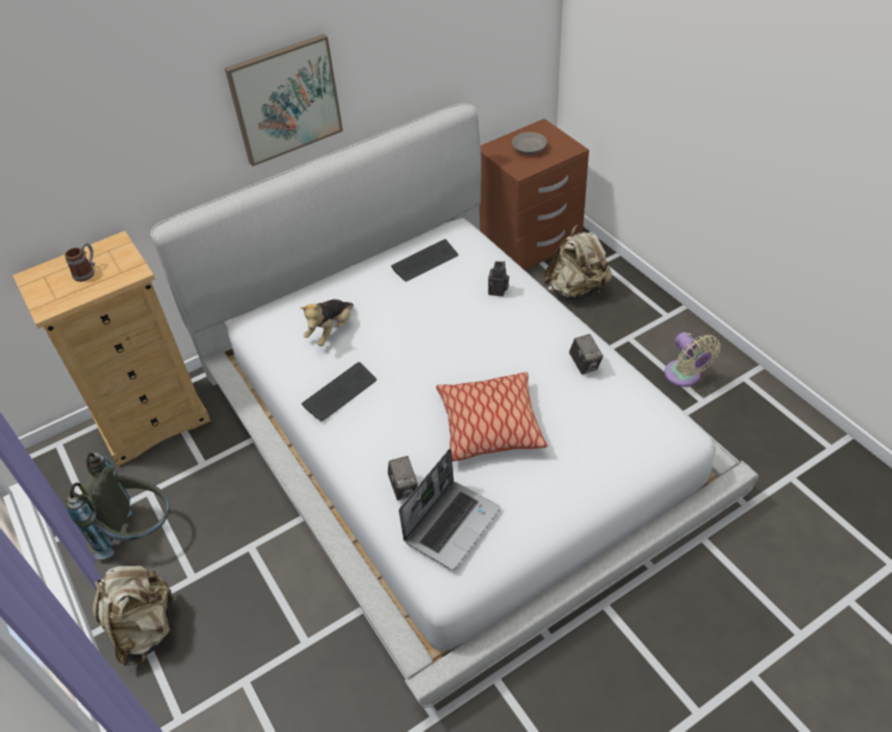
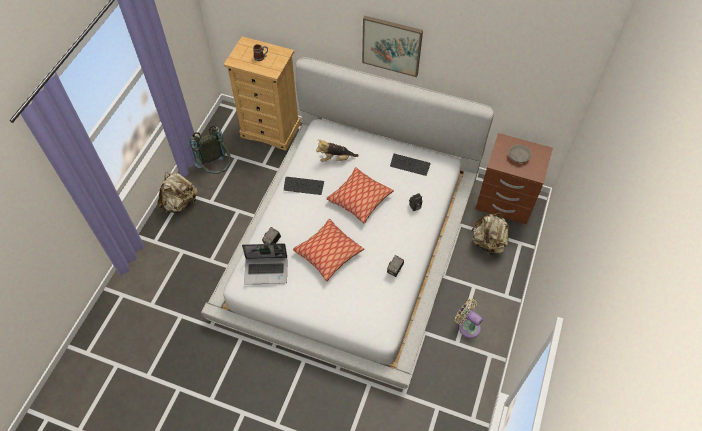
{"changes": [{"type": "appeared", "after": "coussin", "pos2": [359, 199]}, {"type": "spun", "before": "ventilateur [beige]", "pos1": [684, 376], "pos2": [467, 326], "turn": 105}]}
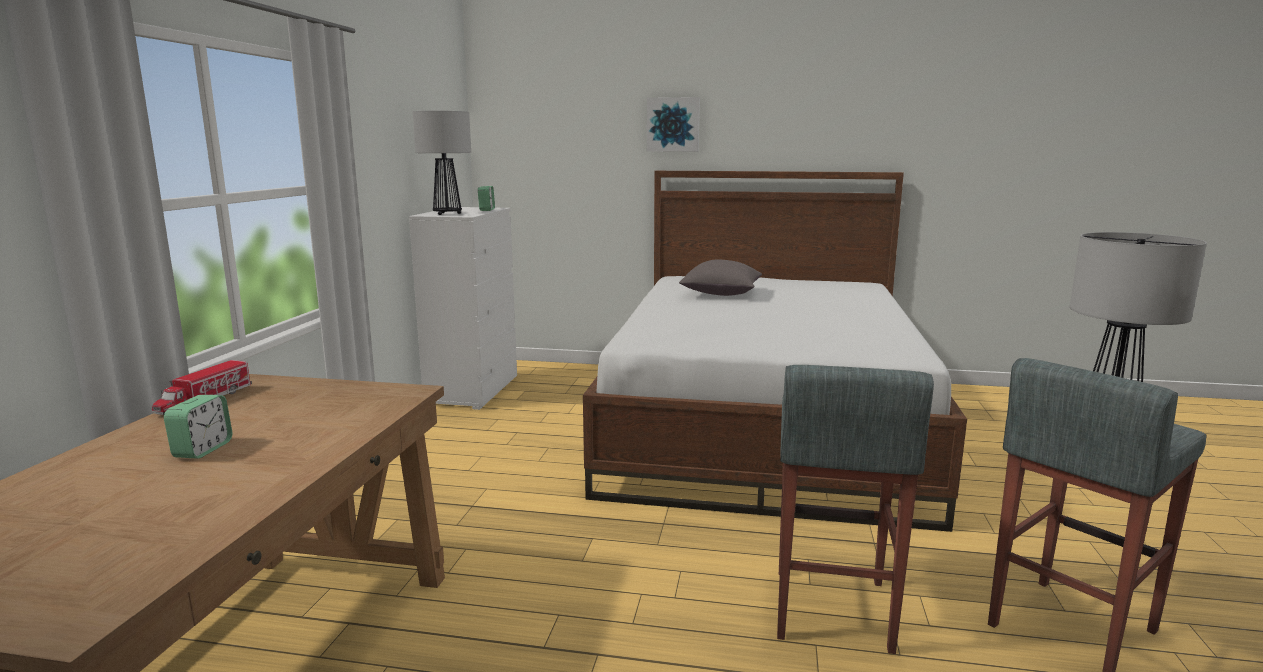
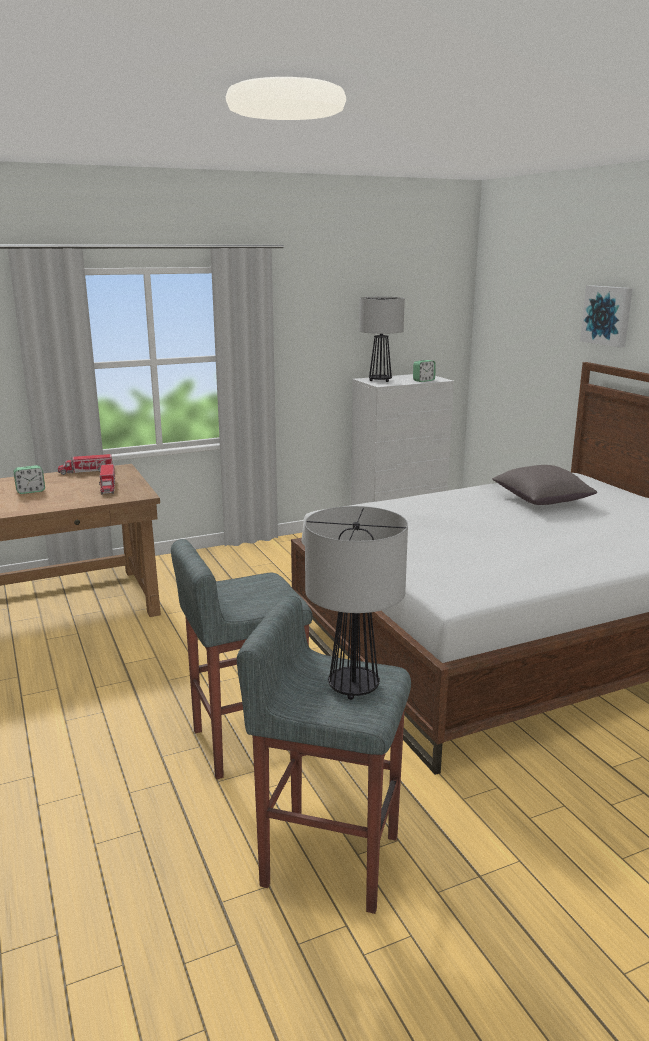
{"changes": [{"type": "appeared", "after": "camion jouet", "pos2": [108, 487]}]}
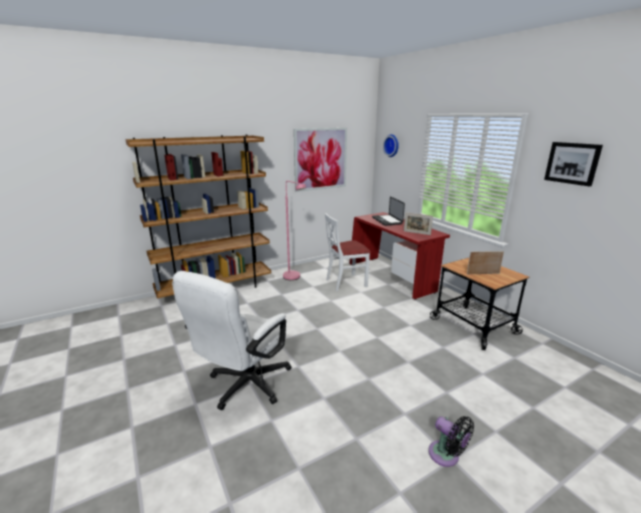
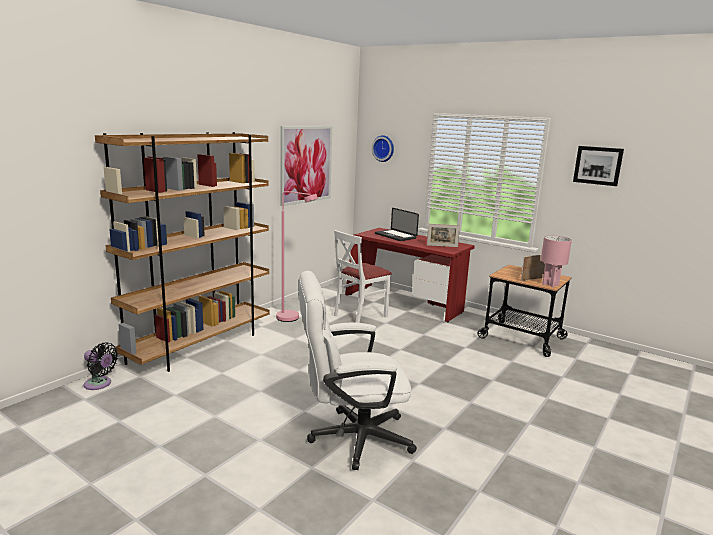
{"changes": [{"type": "relocated", "before": "ventilateur [noir]", "pos1": [446, 456], "pos2": [99, 384]}, {"type": "spun", "before": "chaise de bureau [blanc]", "pos1": [244, 386], "pos2": [351, 438], "turn": 75}, {"type": "appeared", "after": "lampe de table [rose]", "pos2": [550, 285]}]}
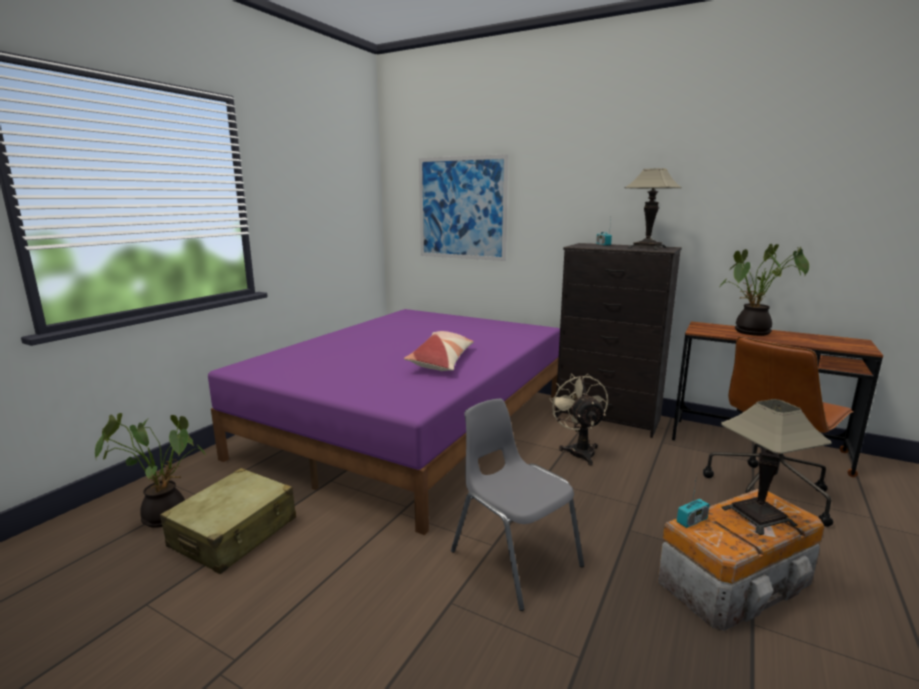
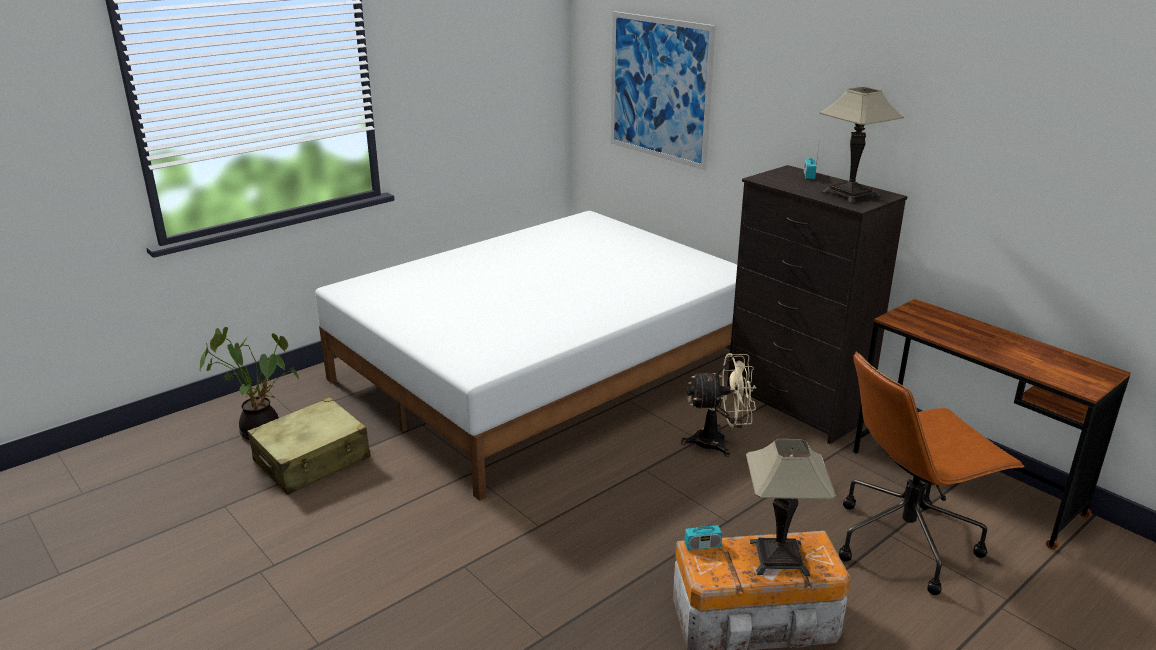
{"changes": [{"type": "colour", "before": "lit [violet]", "after": "lit [blanc]", "pos1": [412, 424], "pos2": [545, 372]}, {"type": "spun", "before": "ventilateur [beige]", "pos1": [579, 450], "pos2": [718, 442], "turn": 75}, {"type": "missing", "before": "coussin", "pos1": [442, 361]}, {"type": "missing", "before": "chaise [gris]", "pos1": [514, 558]}, {"type": "missing", "before": "plante en pot", "pos1": [751, 333]}]}
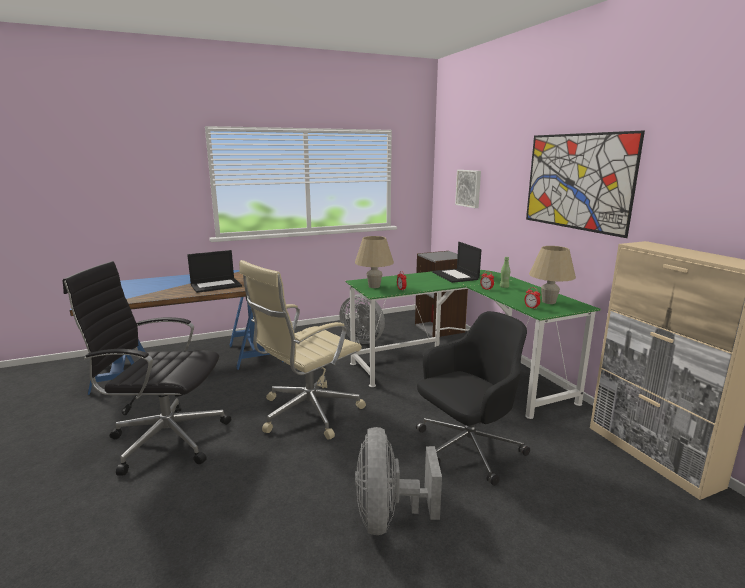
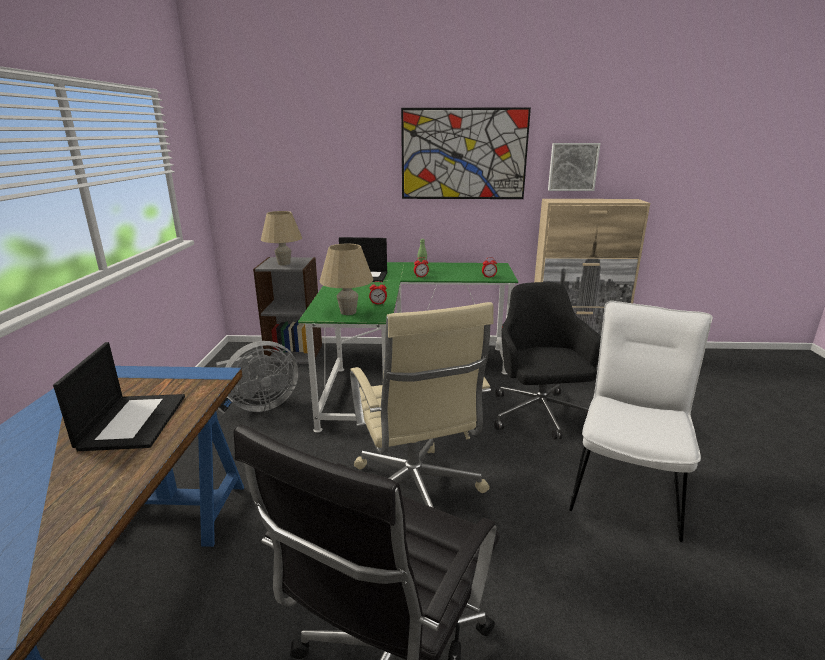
{"changes": [{"type": "relocated", "before": "lampe de table [beige]", "pos1": [548, 302], "pos2": [284, 264]}, {"type": "relocated", "before": "tableau", "pos1": [469, 188], "pos2": [572, 167]}, {"type": "exchanged", "before": "ventilateur [gris]", "after": "chaise [blanc]", "pos1": [388, 517], "pos2": [626, 485]}]}
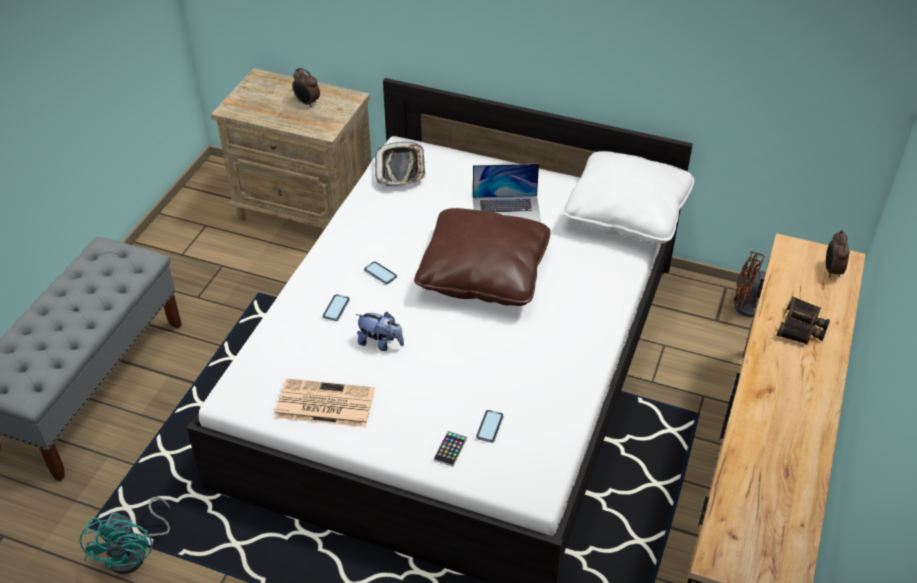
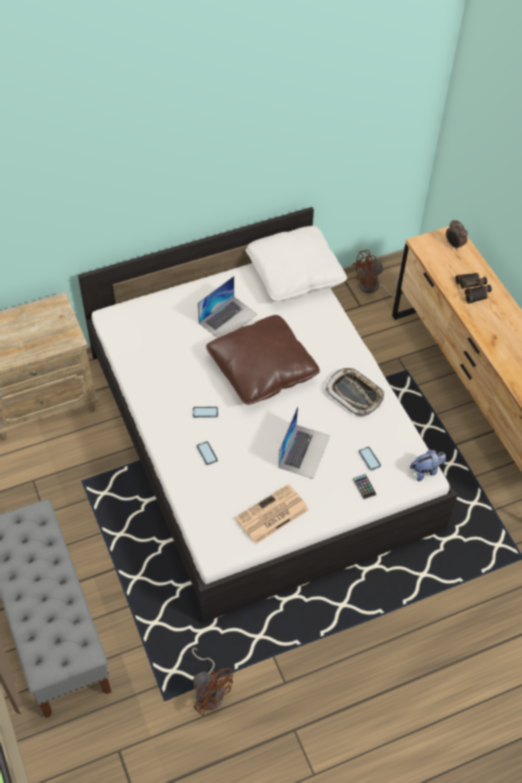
{"changes": [{"type": "colour", "before": "ventilateur [turquoise]", "after": "ventilateur [marron]", "pos1": [135, 553], "pos2": [209, 690]}, {"type": "appeared", "after": "ordinateur portable", "pos2": [304, 451]}, {"type": "relocated", "before": "plateau", "pos1": [401, 169], "pos2": [354, 394]}, {"type": "relocated", "before": "peluche", "pos1": [380, 343], "pos2": [426, 471]}, {"type": "missing", "before": "réveil", "pos1": [307, 103]}]}
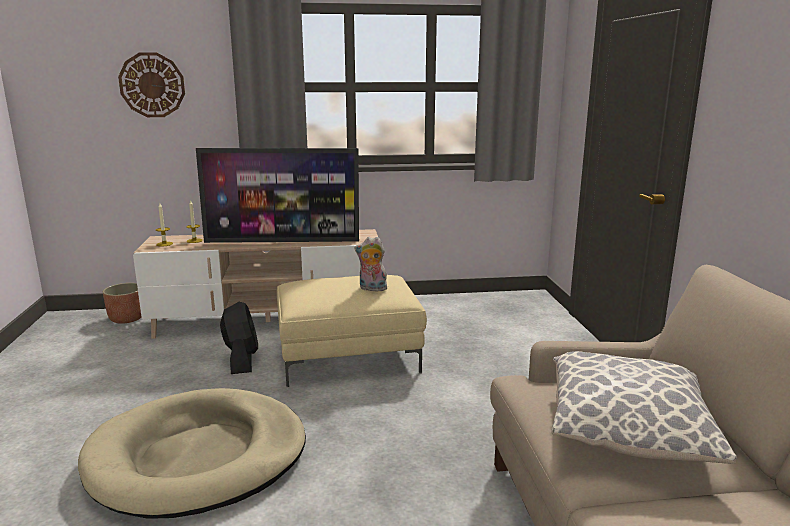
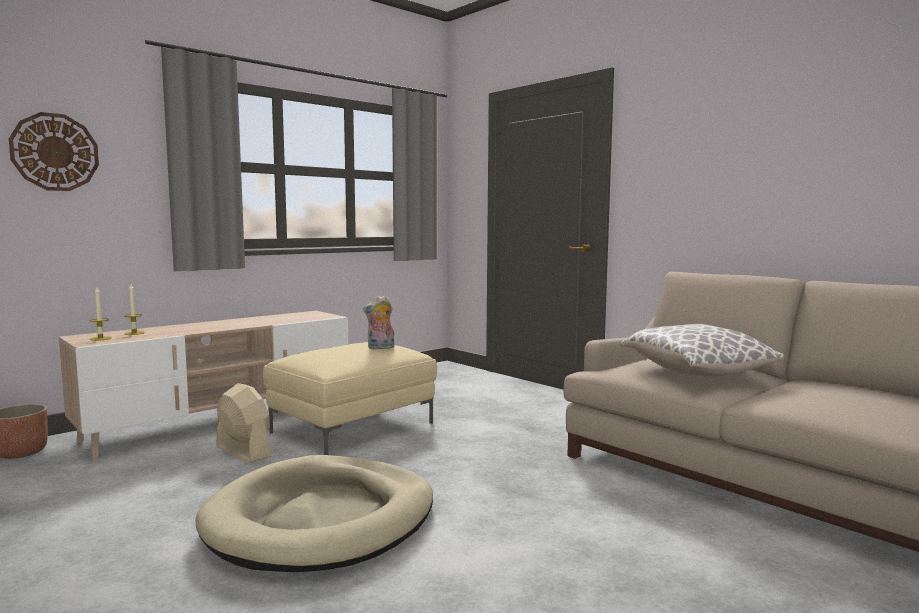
{"changes": [{"type": "colour", "before": "ventilateur [noir]", "after": "ventilateur [beige]", "pos1": [241, 360], "pos2": [243, 451]}, {"type": "missing", "before": "téléviseur", "pos1": [283, 241]}]}
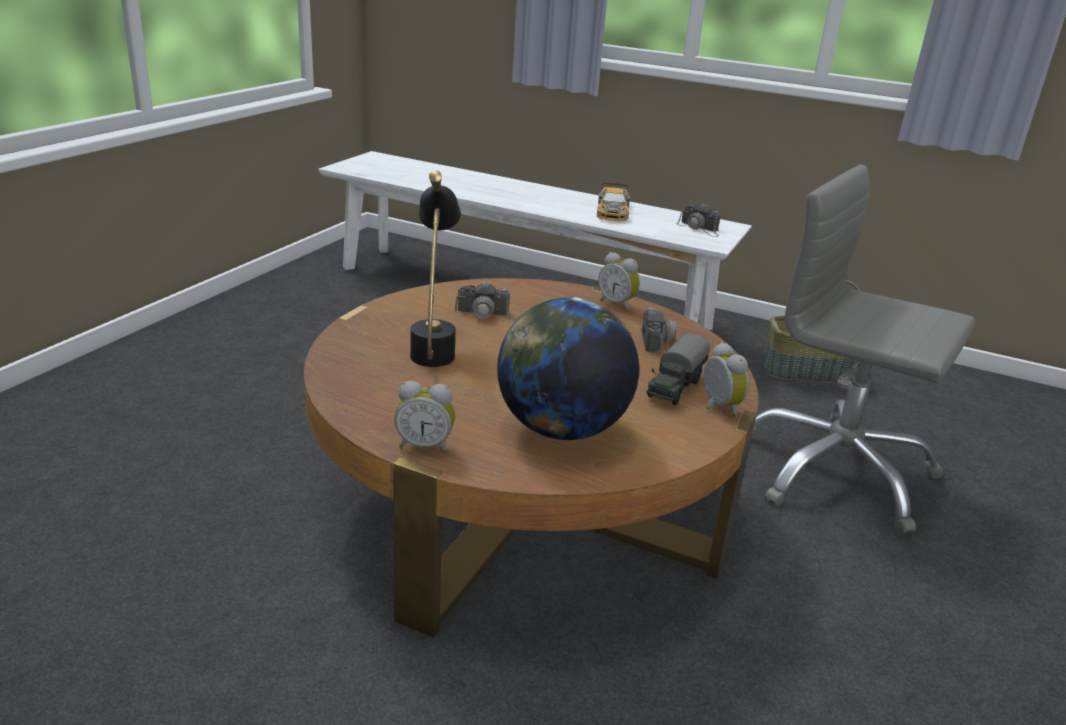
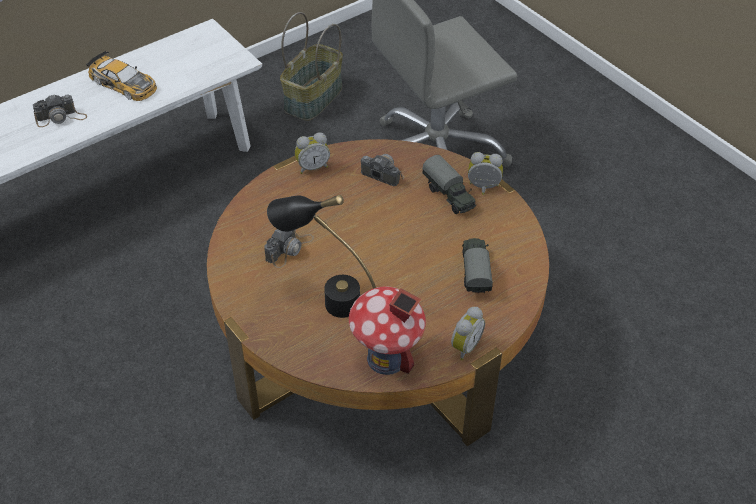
{"changes": [{"type": "relocated", "before": "appareil photo", "pos1": [699, 228], "pos2": [61, 117]}, {"type": "appeared", "after": "maison miniature", "pos2": [386, 358]}, {"type": "exchanged", "before": "globe", "after": "camion jouet", "pos1": [561, 430], "pos2": [475, 273]}]}
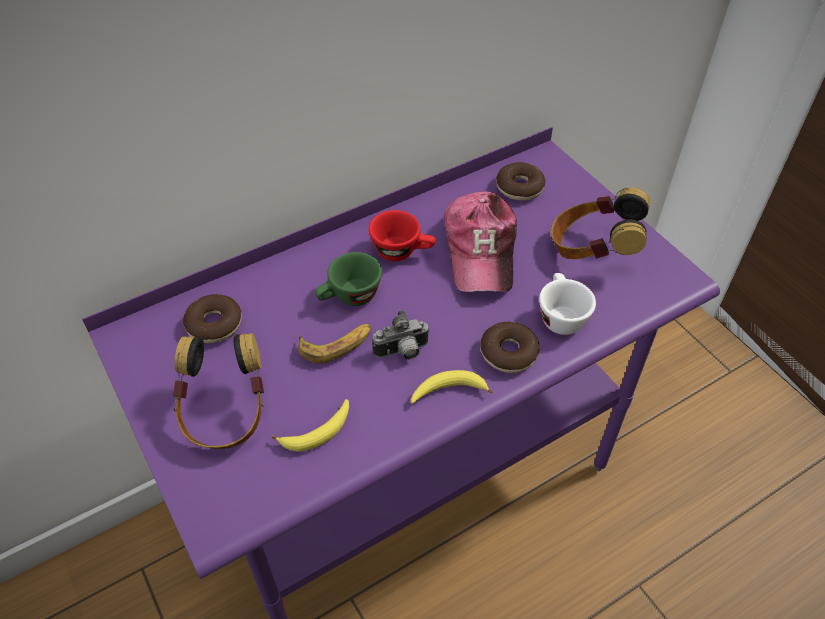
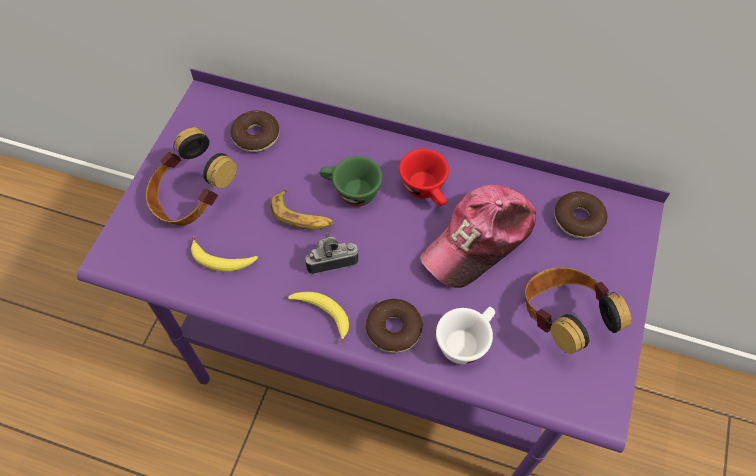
{"changes": [{"type": "spun", "before": "appareil photo", "pos1": [402, 352], "pos2": [331, 260], "turn": 135}]}
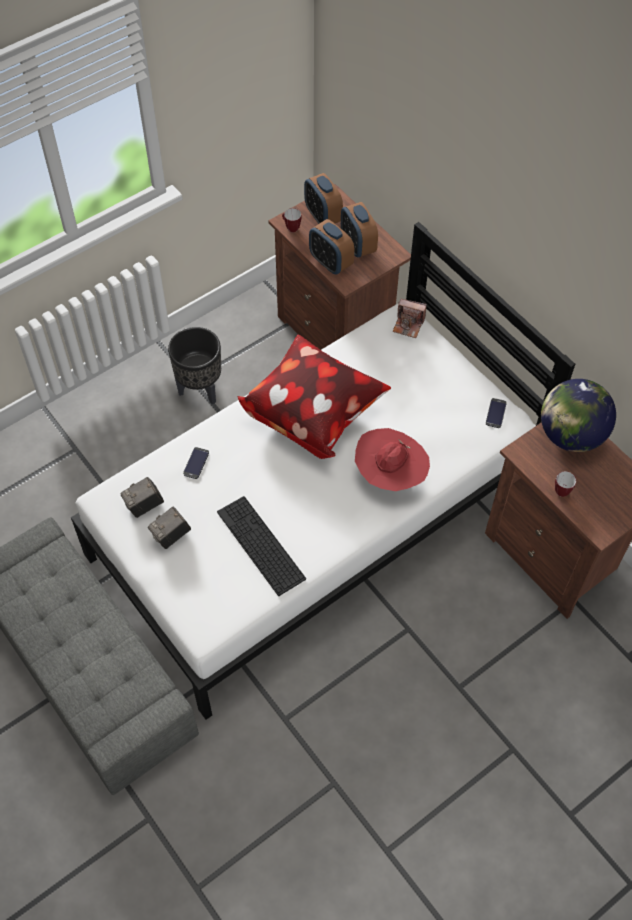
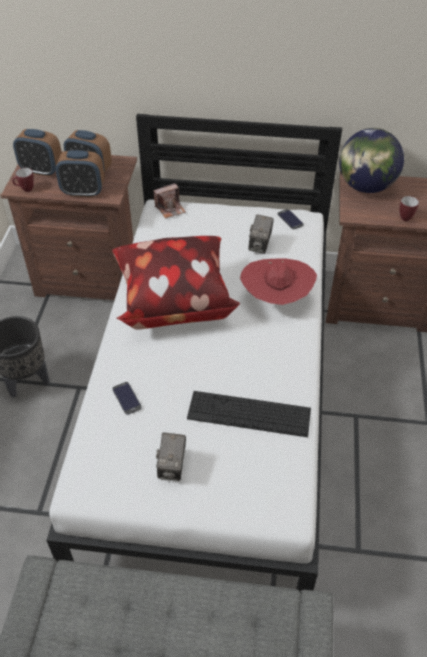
{"changes": [{"type": "relocated", "before": "appareil photo", "pos1": [144, 506], "pos2": [260, 245]}]}
